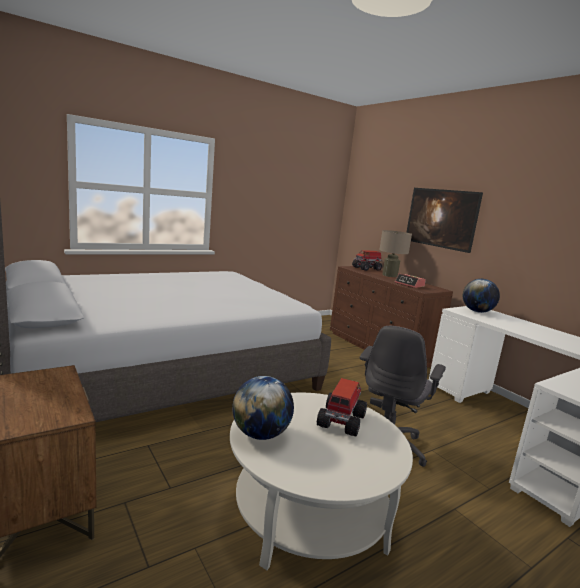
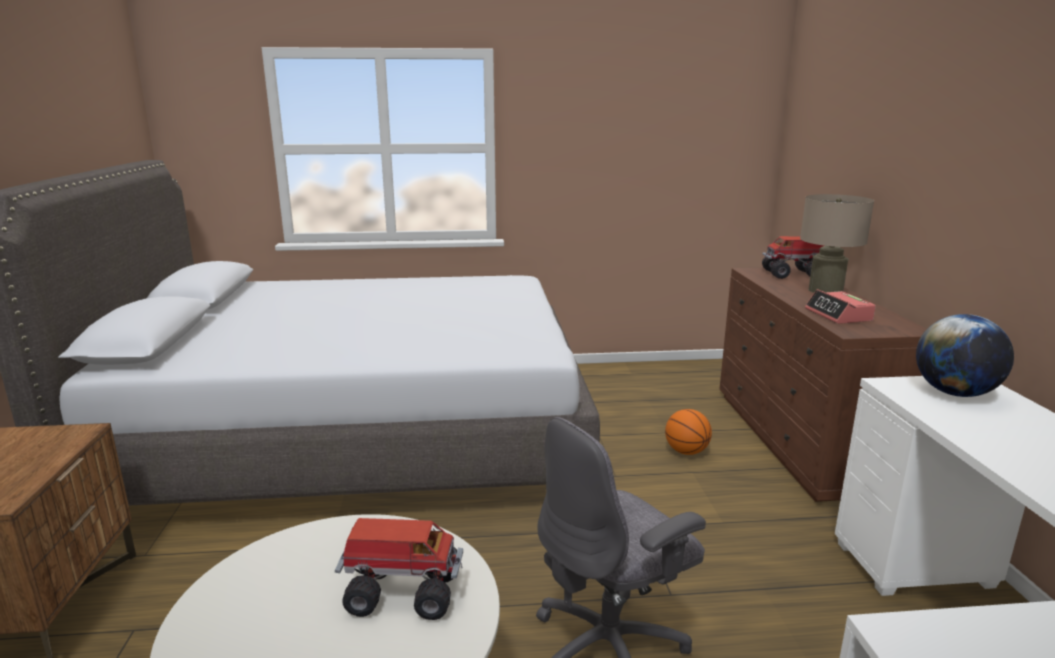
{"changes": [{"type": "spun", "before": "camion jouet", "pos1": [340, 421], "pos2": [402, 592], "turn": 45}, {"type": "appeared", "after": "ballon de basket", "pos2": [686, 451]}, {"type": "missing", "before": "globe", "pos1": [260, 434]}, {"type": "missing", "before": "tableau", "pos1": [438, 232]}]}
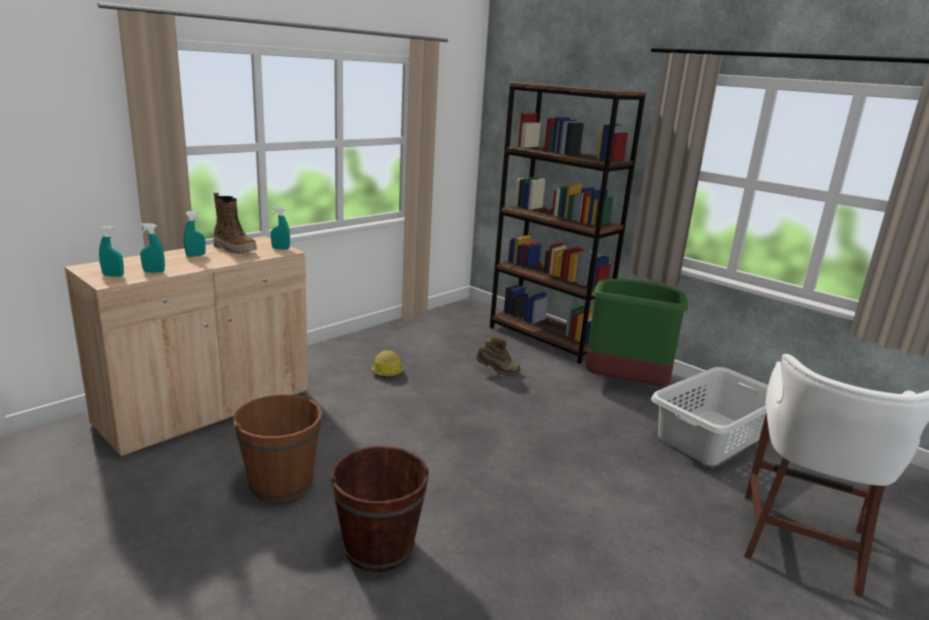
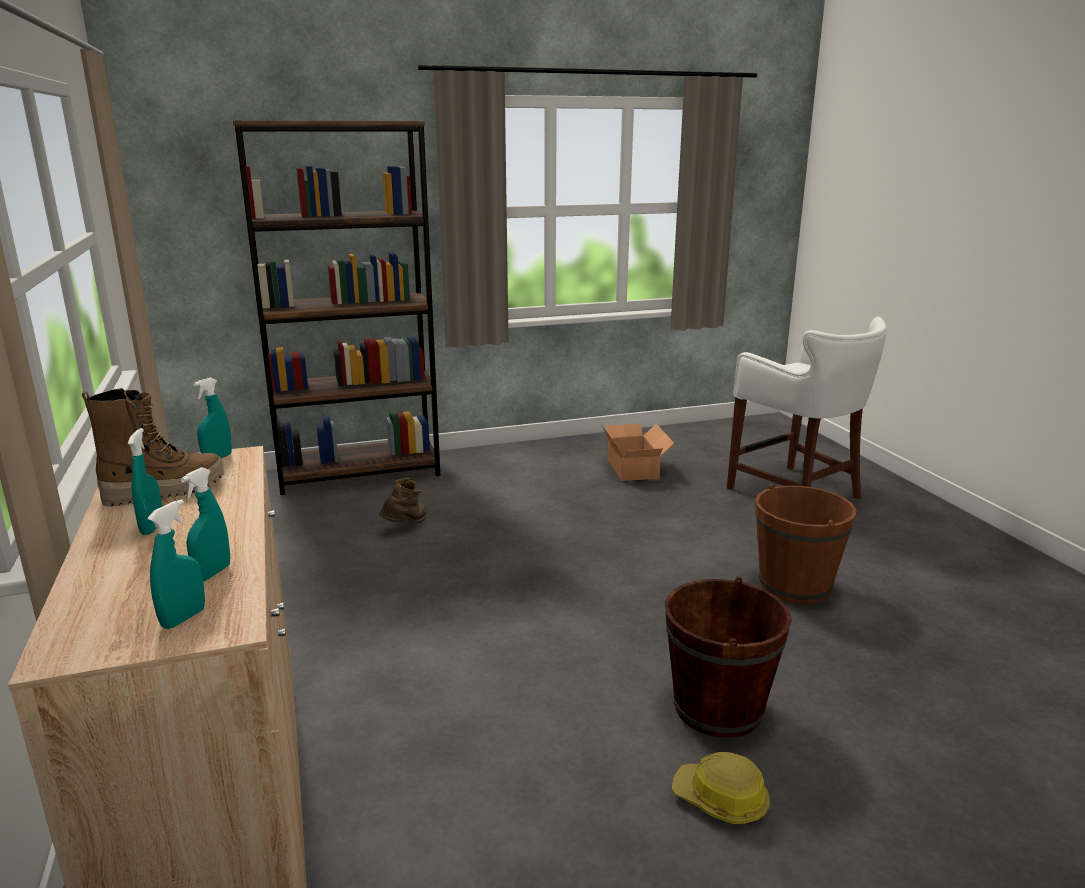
{"changes": [{"type": "exchanged", "before": "panier à linge [gris]", "after": "carton", "pos1": [712, 437], "pos2": [634, 468]}, {"type": "relocated", "before": "casque de chantier", "pos1": [387, 371], "pos2": [721, 800]}, {"type": "relocated", "before": "seau [marron]", "pos1": [281, 483], "pos2": [795, 586]}, {"type": "missing", "before": "poubelle [vert]", "pos1": [624, 384]}]}
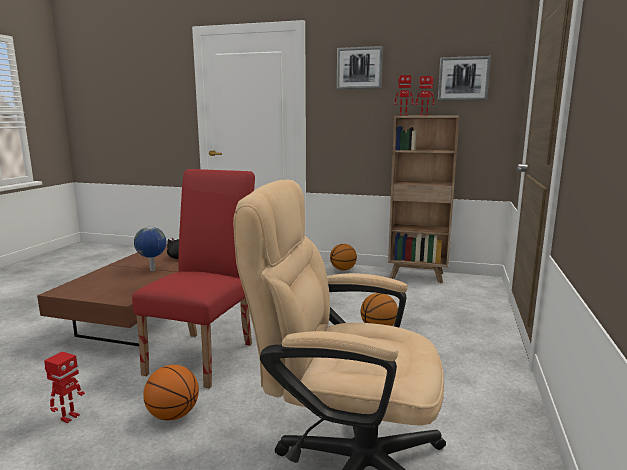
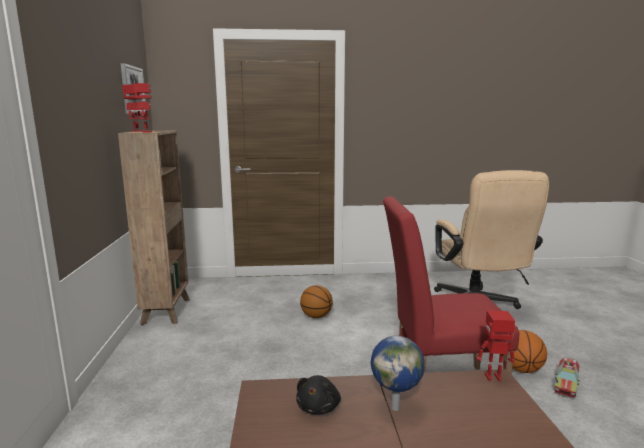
{"changes": [{"type": "relocated", "before": "robot jouet", "pos1": [69, 417], "pos2": [493, 378]}, {"type": "appeared", "after": "camion jouet", "pos2": [566, 384]}, {"type": "missing", "before": "ballon de basket", "pos1": [343, 269]}, {"type": "missing", "before": "tableau", "pos1": [359, 68]}]}
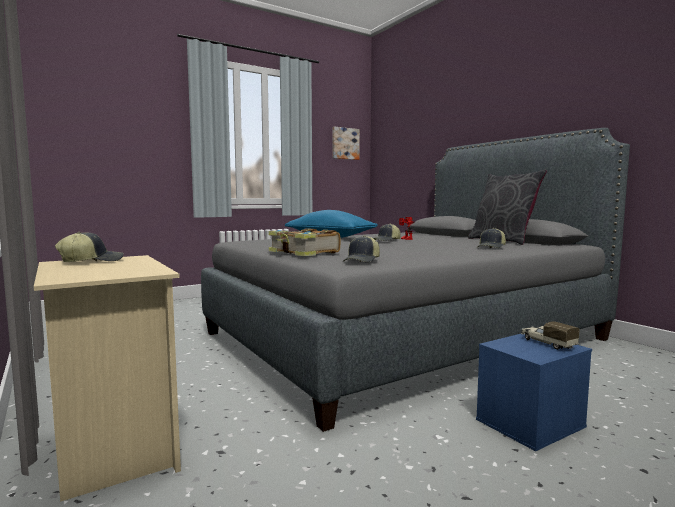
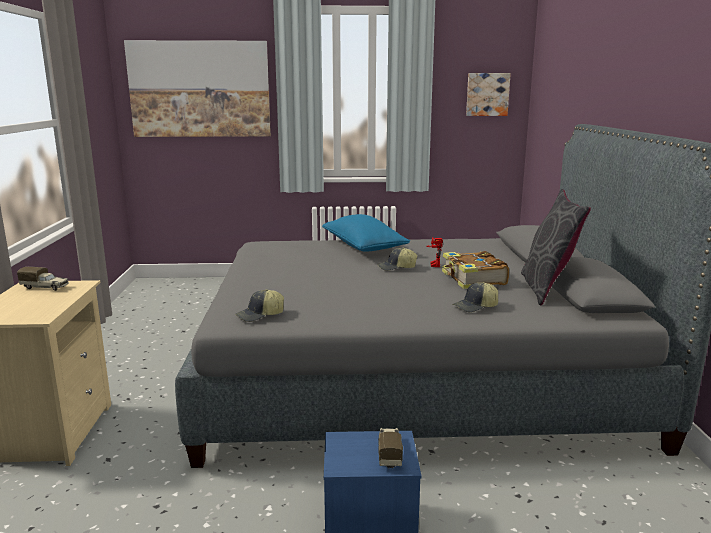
{"changes": [{"type": "exchanged", "before": "casquette", "after": "camion jouet", "pos1": [92, 261], "pos2": [45, 287]}, {"type": "appeared", "after": "tableau", "pos2": [200, 89]}, {"type": "relocated", "before": "livre", "pos1": [304, 253], "pos2": [473, 279]}]}
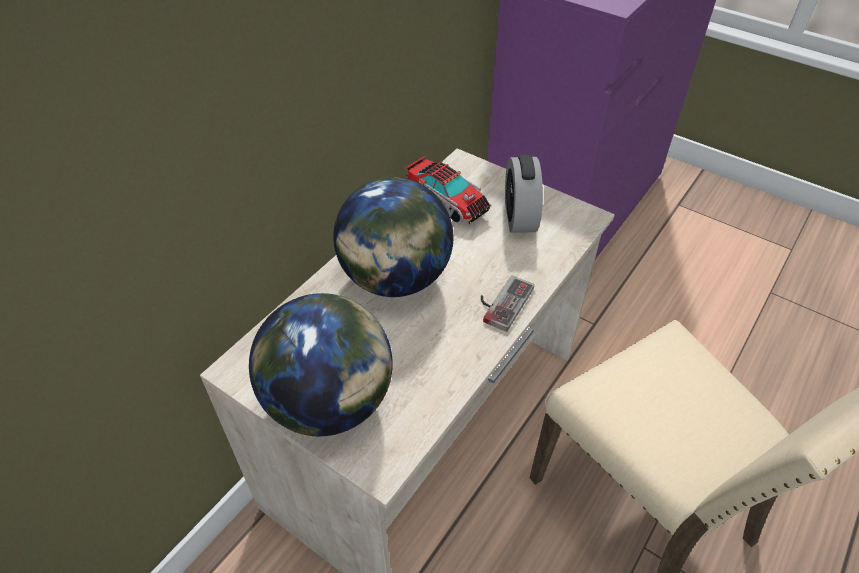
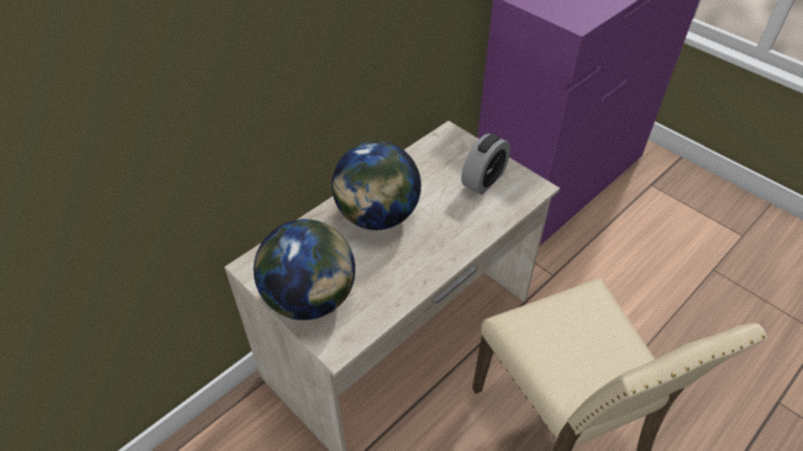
{"changes": [{"type": "spun", "before": "réveil", "pos1": [519, 216], "pos2": [483, 180], "turn": -150}, {"type": "missing", "before": "camion jouet", "pos1": [446, 202]}, {"type": "missing", "before": "manette", "pos1": [501, 301]}]}
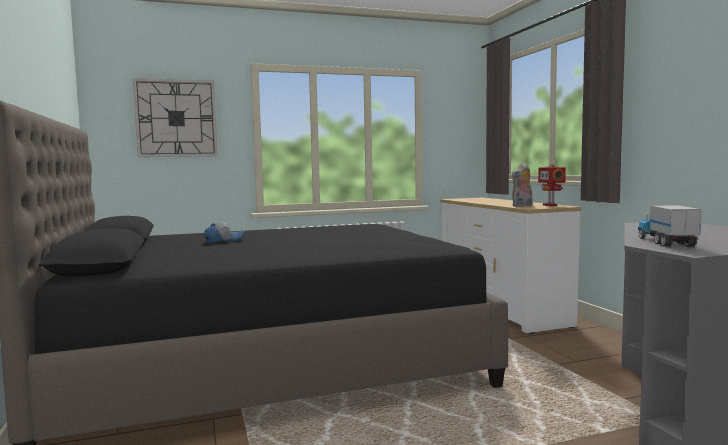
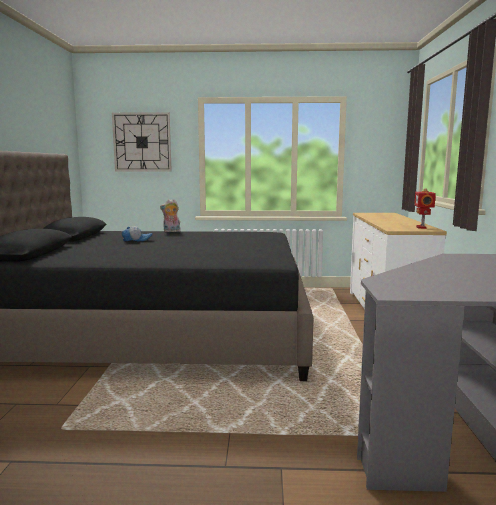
{"changes": [{"type": "relocated", "before": "peluche", "pos1": [522, 206], "pos2": [171, 231]}, {"type": "missing", "before": "camion jouet", "pos1": [665, 242]}]}
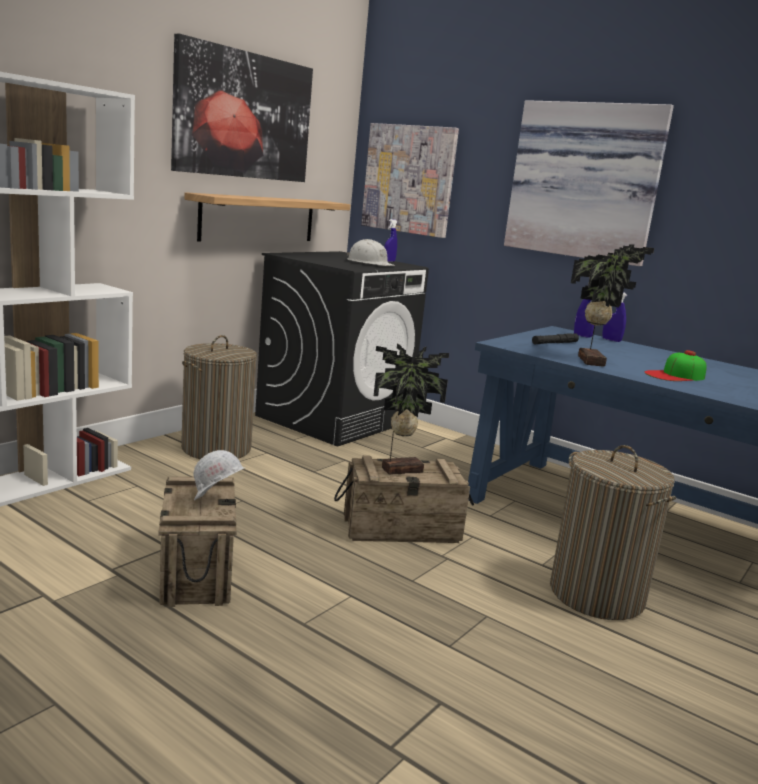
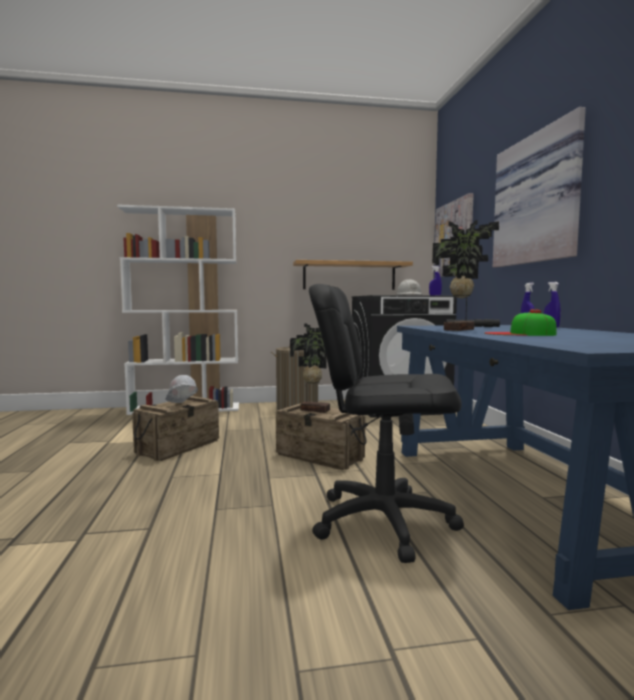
{"changes": [{"type": "exchanged", "before": "panier à linge", "after": "chaise de bureau [noir]", "pos1": [596, 594], "pos2": [383, 521]}, {"type": "missing", "before": "tableau", "pos1": [244, 116]}]}
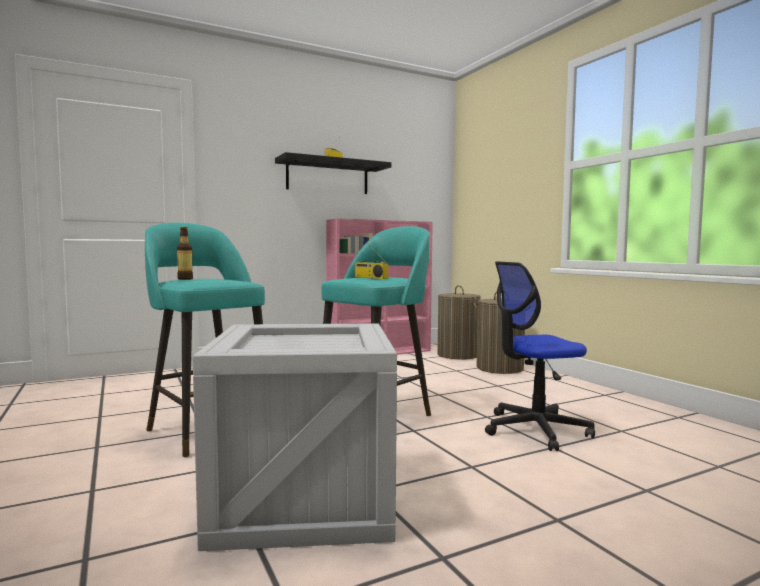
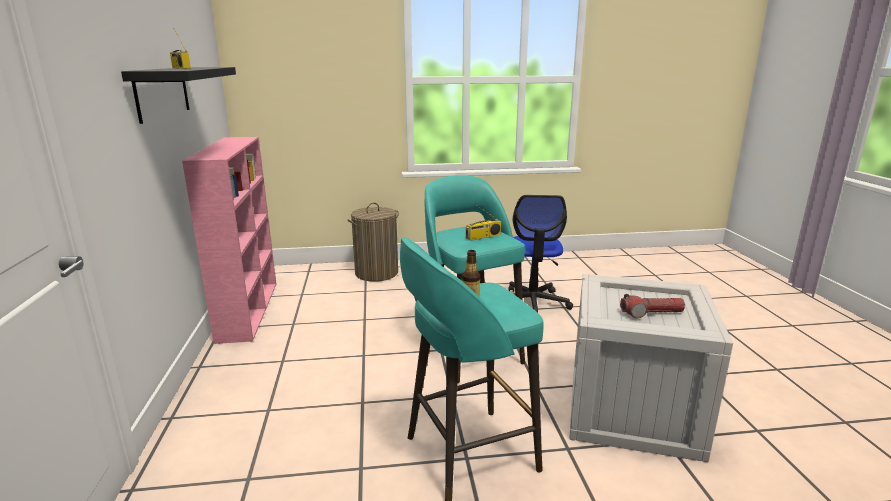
{"changes": [{"type": "appeared", "after": "lampe de poche", "pos2": [651, 313]}, {"type": "missing", "before": "panier à linge", "pos1": [458, 355]}]}
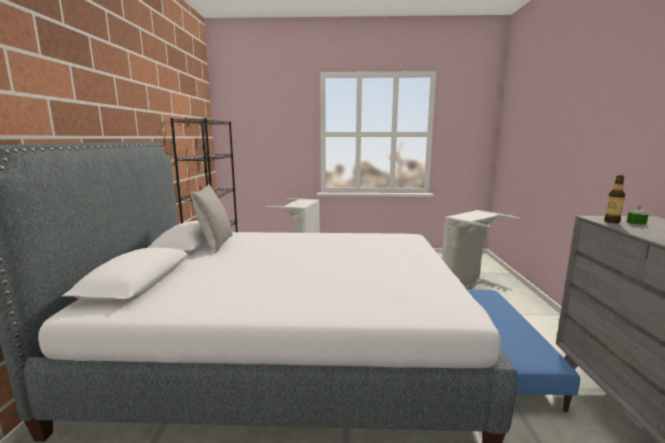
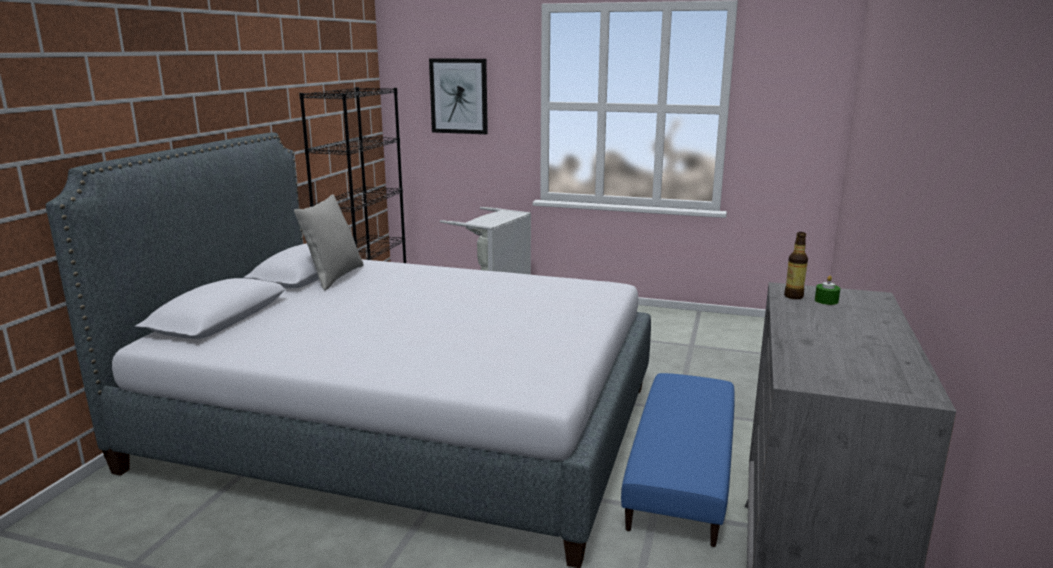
{"changes": [{"type": "appeared", "after": "tableau", "pos2": [459, 96]}, {"type": "missing", "before": "panier à linge [gris]", "pos1": [468, 287]}]}
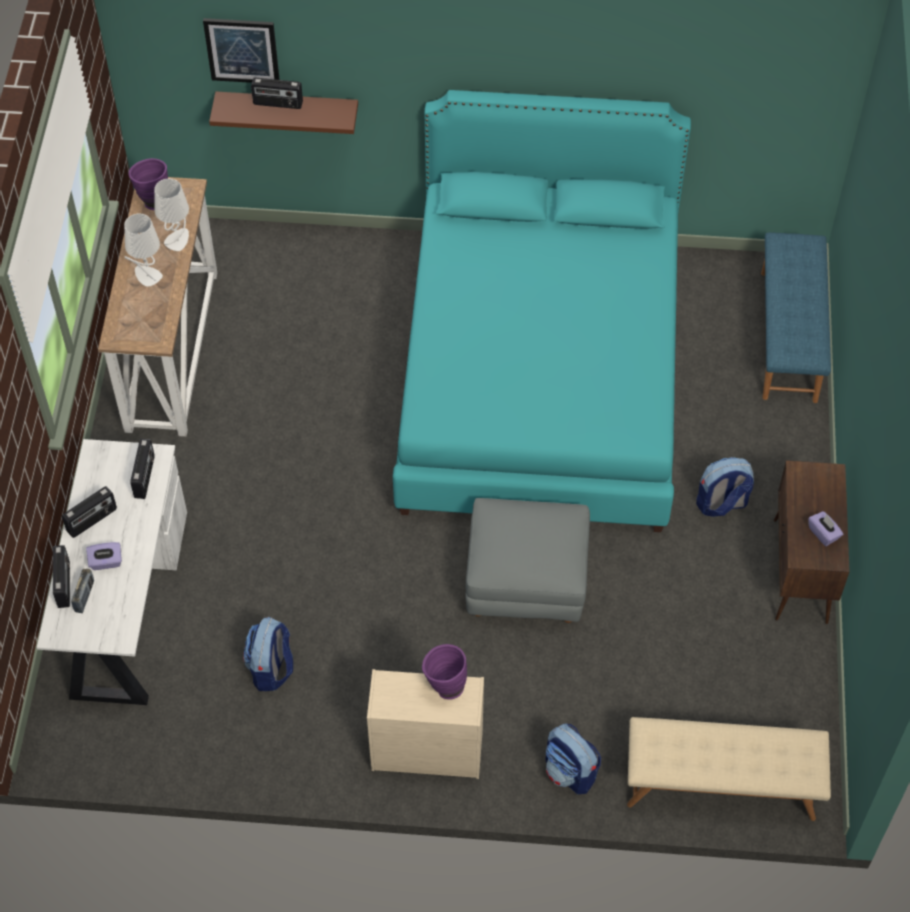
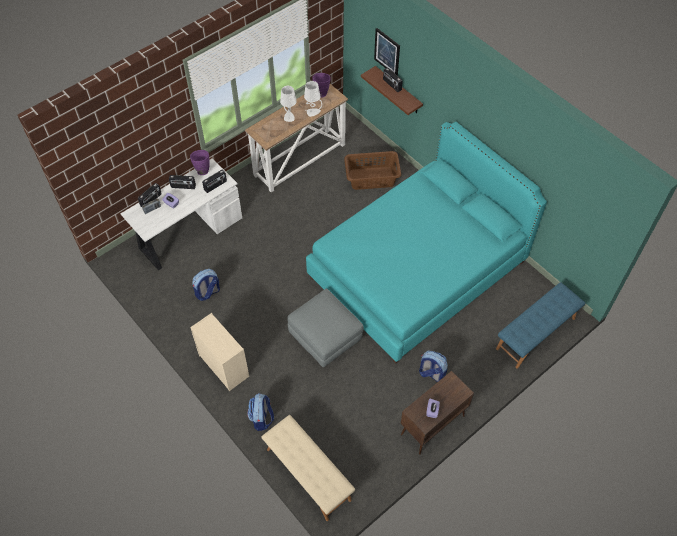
{"changes": [{"type": "relocated", "before": "vase [violet]", "pos1": [444, 686], "pos2": [202, 170]}, {"type": "appeared", "after": "panier à linge [marron]", "pos2": [372, 178]}]}
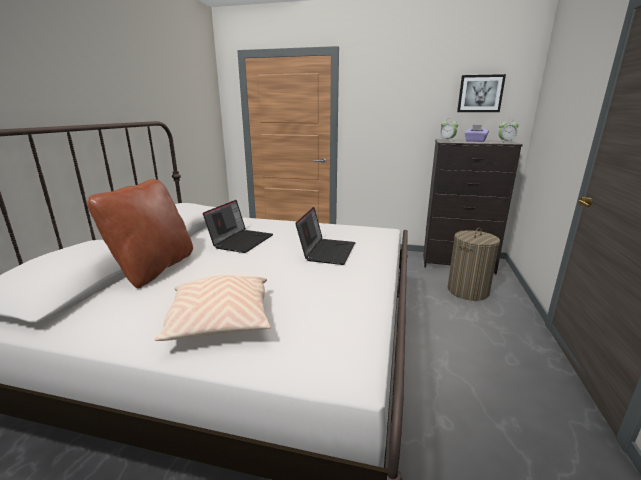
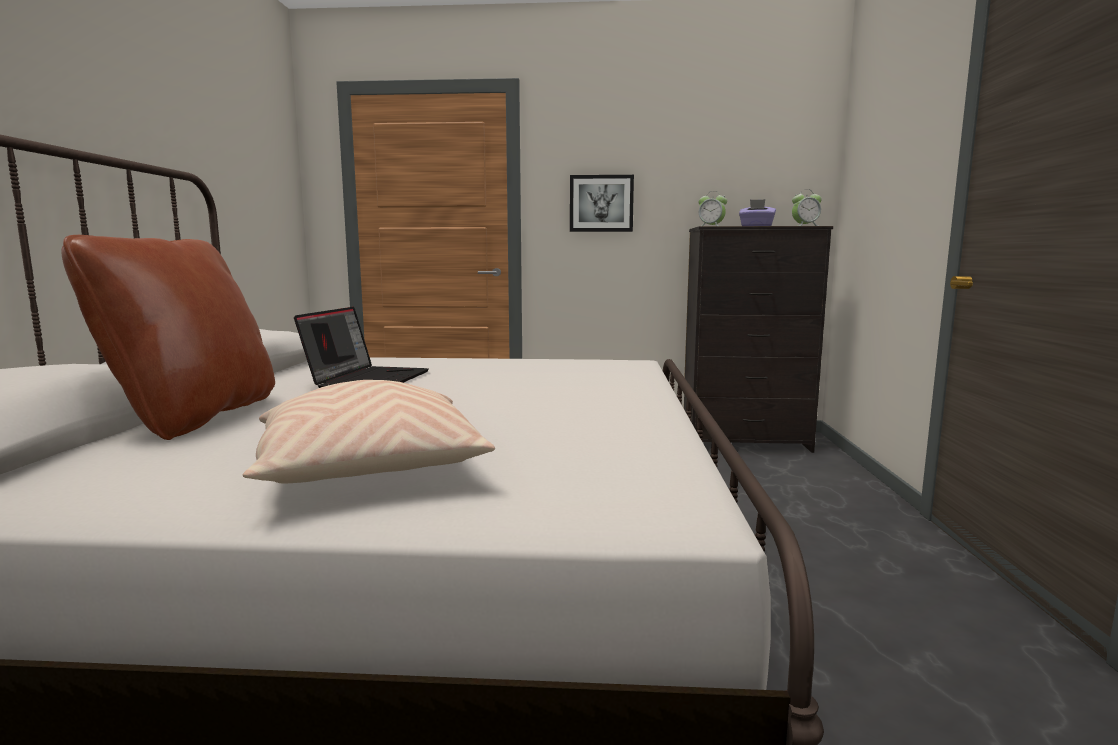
{"changes": [{"type": "relocated", "before": "tableau", "pos1": [480, 93], "pos2": [601, 203]}, {"type": "missing", "before": "ordinateur portable", "pos1": [327, 251]}, {"type": "missing", "before": "panier à linge", "pos1": [468, 291]}]}
